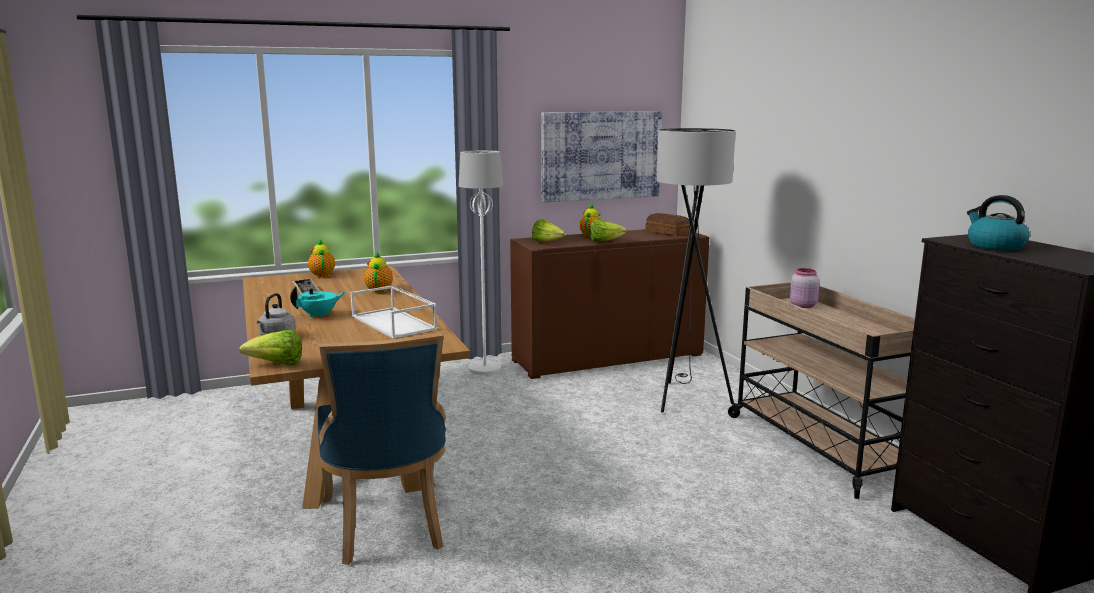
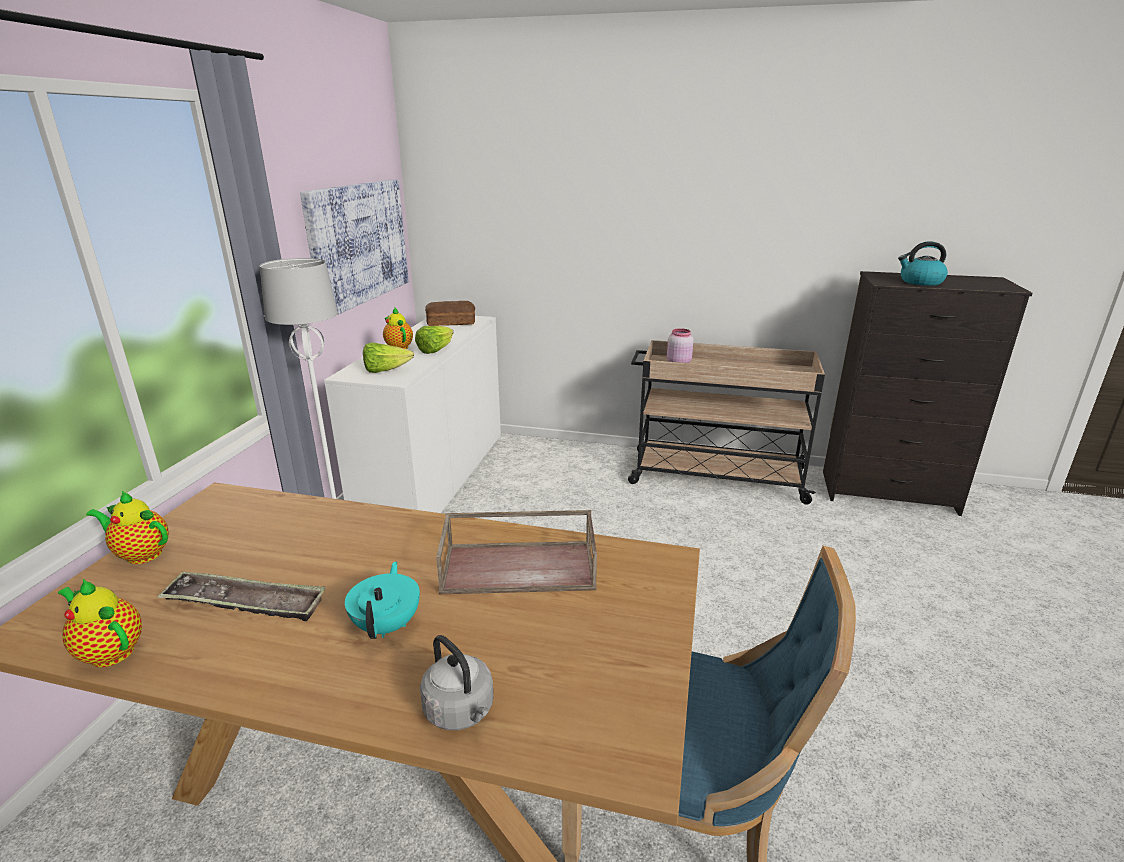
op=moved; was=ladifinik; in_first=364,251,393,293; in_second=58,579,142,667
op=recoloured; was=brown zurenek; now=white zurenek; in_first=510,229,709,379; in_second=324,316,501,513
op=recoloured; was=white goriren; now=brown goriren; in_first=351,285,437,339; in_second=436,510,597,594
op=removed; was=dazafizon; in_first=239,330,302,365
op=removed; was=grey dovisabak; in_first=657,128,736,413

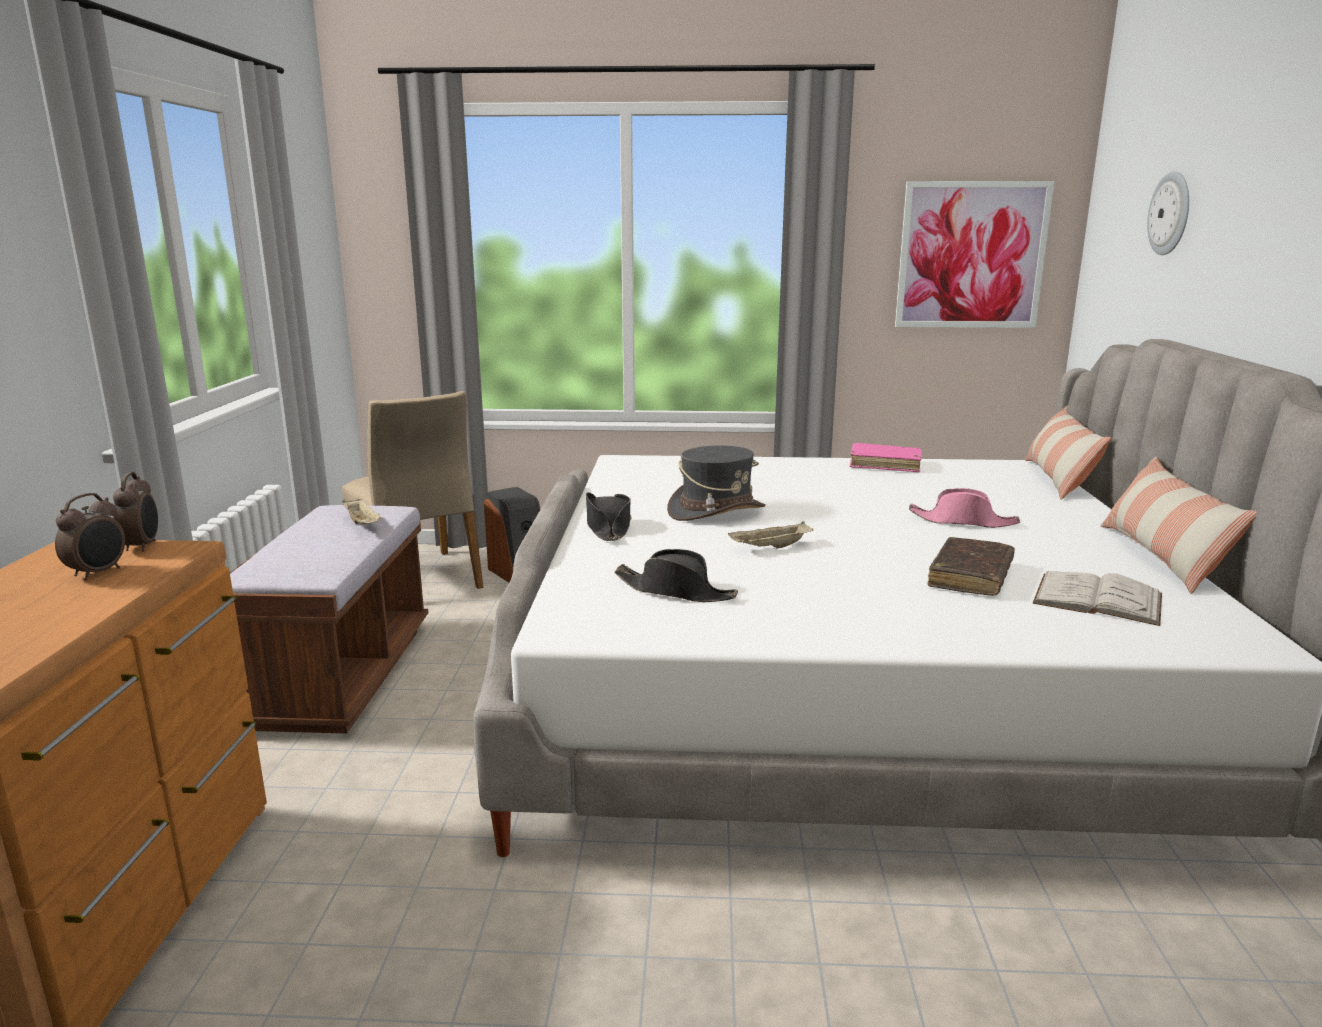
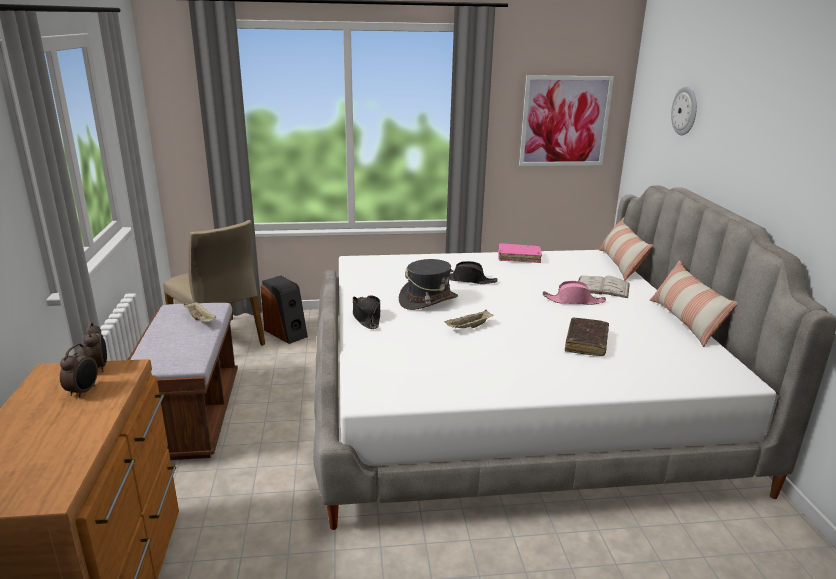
op=moved; was=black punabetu; in_first=614,549,738,602; in_second=449,261,498,284
op=moved; was=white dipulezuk; in_first=1033,571,1162,626; in_second=578,276,630,298

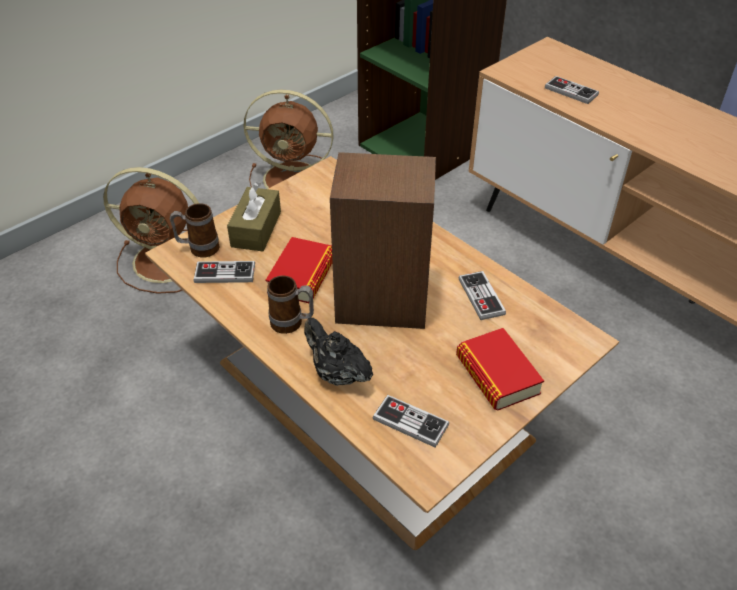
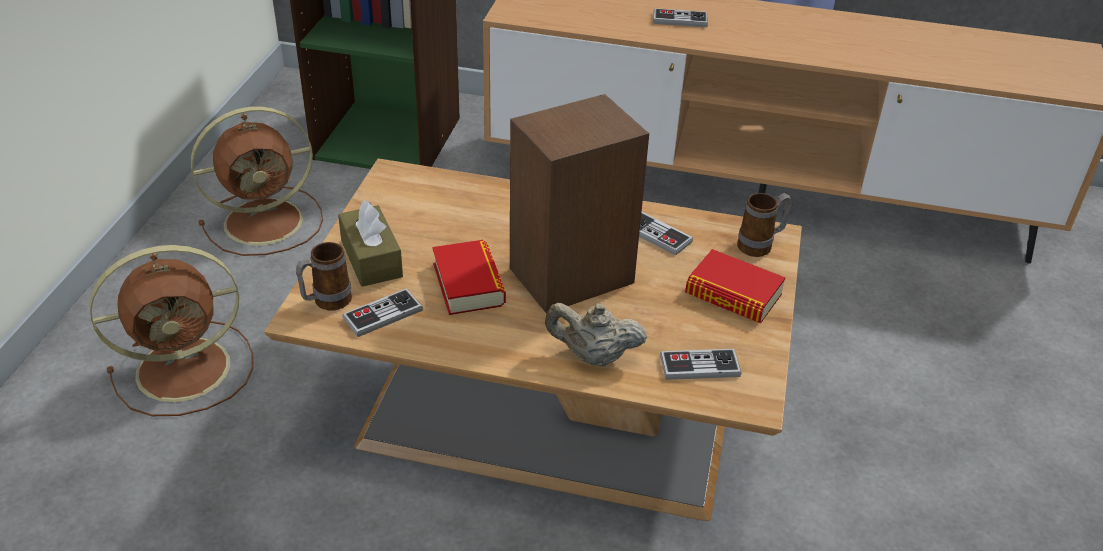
op=recoloured; was=black ladifinik; now=beige ladifinik; in_first=304,318,373,386; in_second=545,303,647,366
op=moved; was=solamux; in_first=545,76,599,104; in_second=653,8,708,27
op=moved; was=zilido; in_first=267,276,314,334; in_second=737,193,792,257

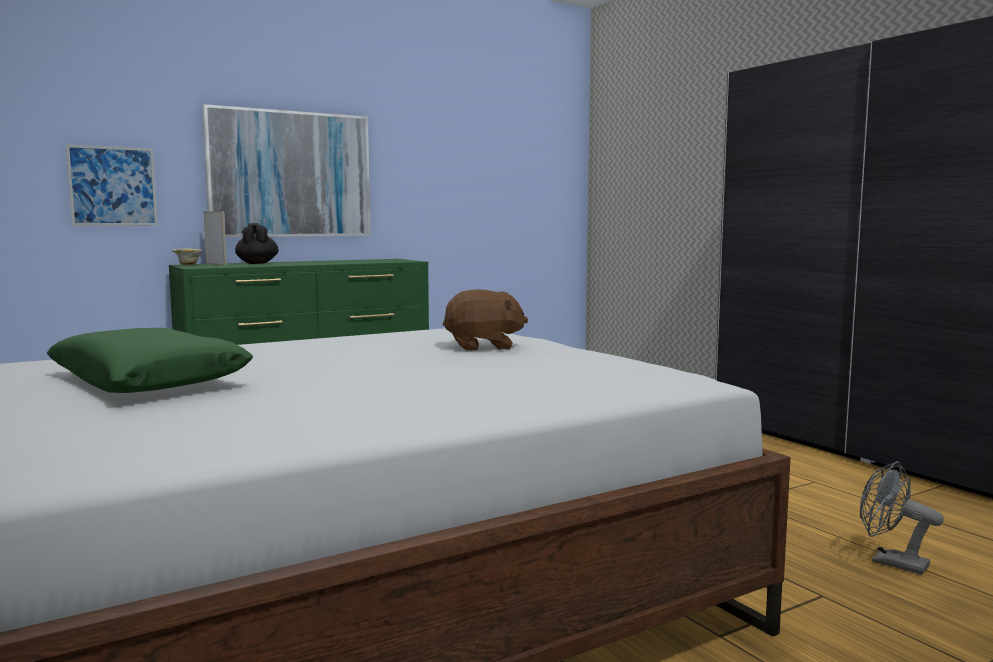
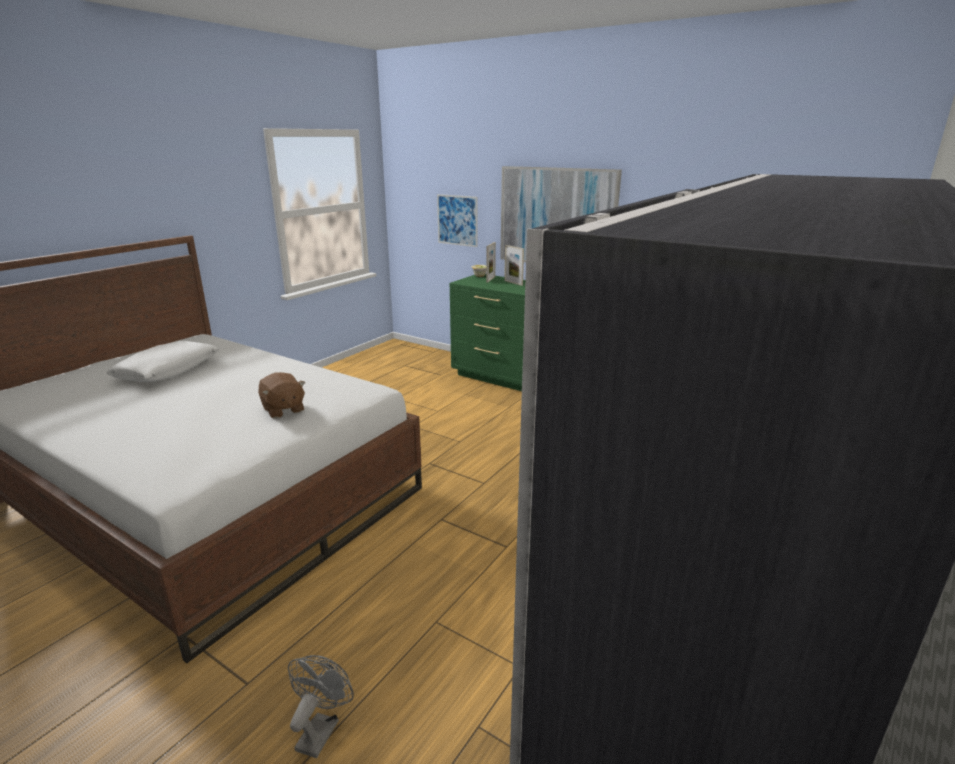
op=recoloured; was=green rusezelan; now=white rusezelan; in_first=47,328,253,393; in_second=107,341,219,382
op=replaced; was=black ladifinik; now=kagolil; in_first=235,223,279,264; in_second=504,245,524,286

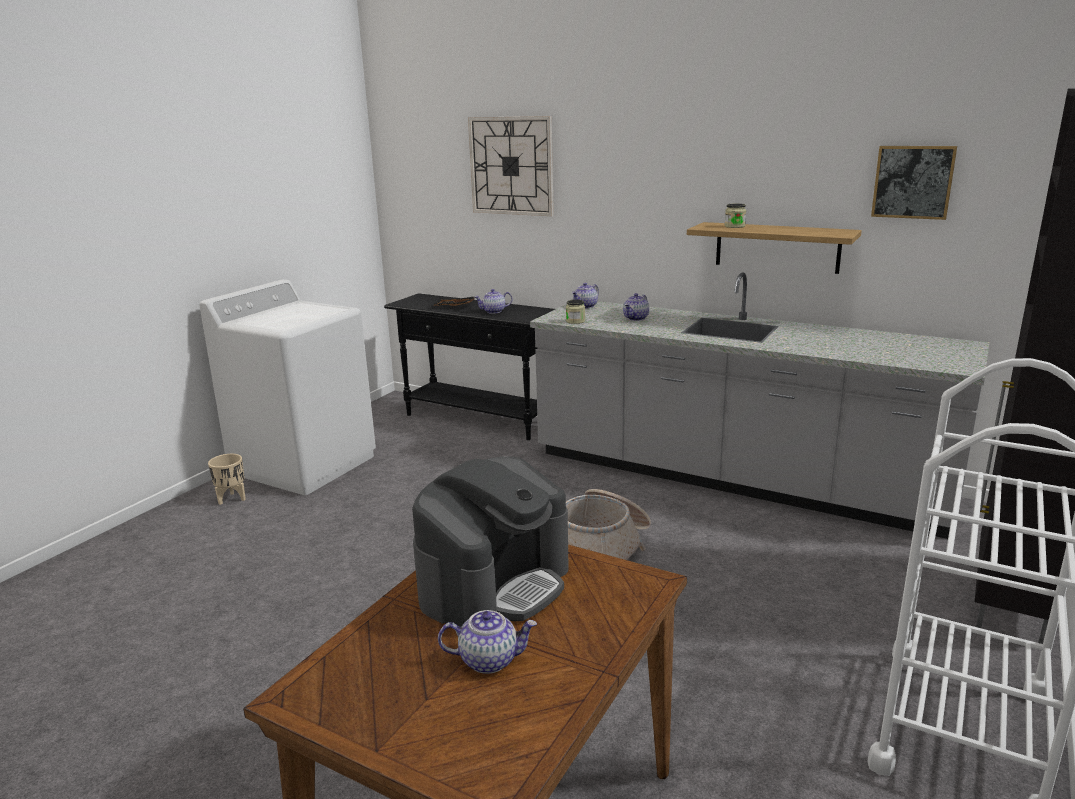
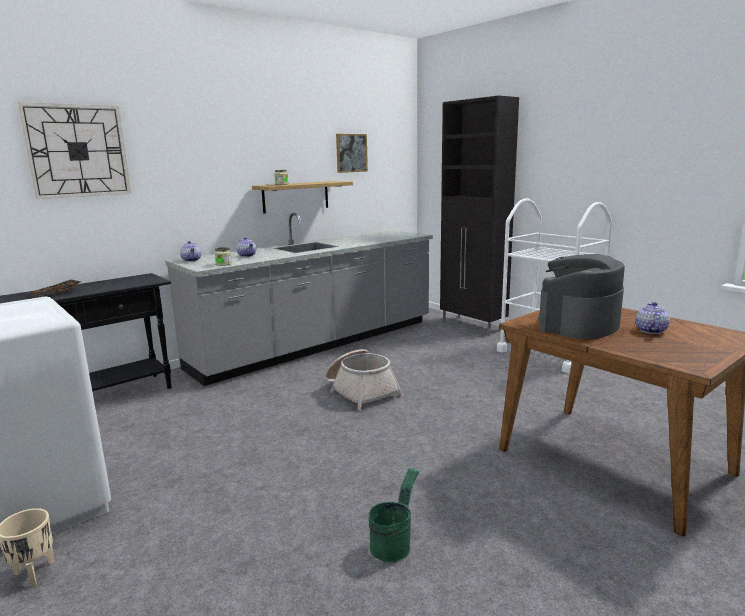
op=added; now=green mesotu; in_second=369,466,419,562
op=turned; was=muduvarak; in_first=412,456,568,627; in_second=538,254,625,339; clockwise=-105
op=removed; was=ladifinik; in_first=475,289,512,314

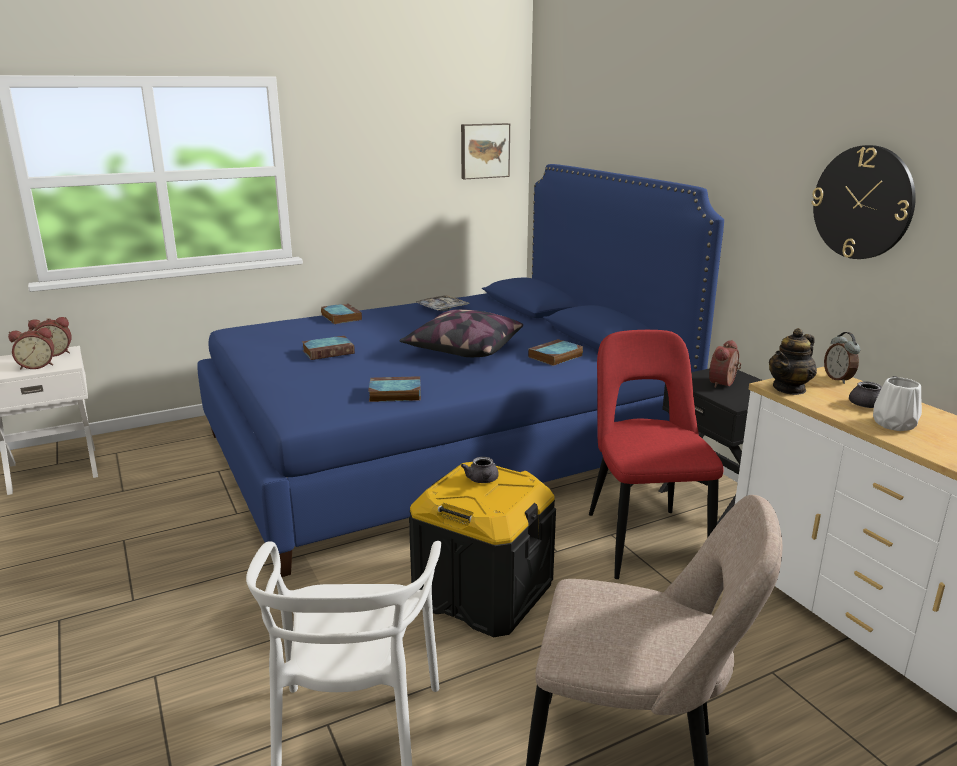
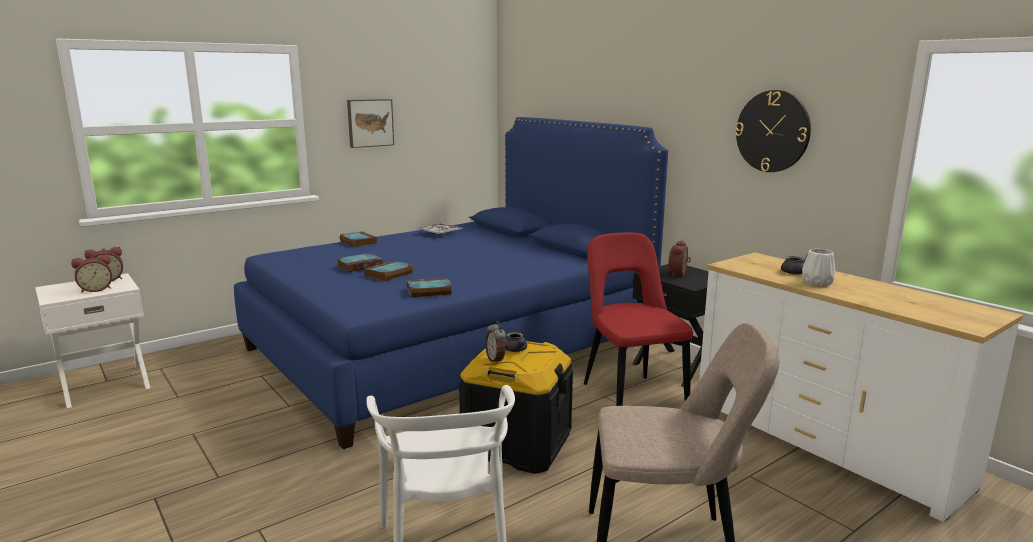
op=moved; was=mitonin; in_first=461,123,510,179; in_second=347,99,394,148
op=moved; was=dipulezuk; in_first=528,339,583,366; in_second=365,260,413,281
op=moved; was=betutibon; in_first=824,332,860,384; in_second=486,321,506,365
op=removed; was=rusezelan; in_first=399,309,523,357
op=removed; was=ladifinik; in_first=769,328,817,395

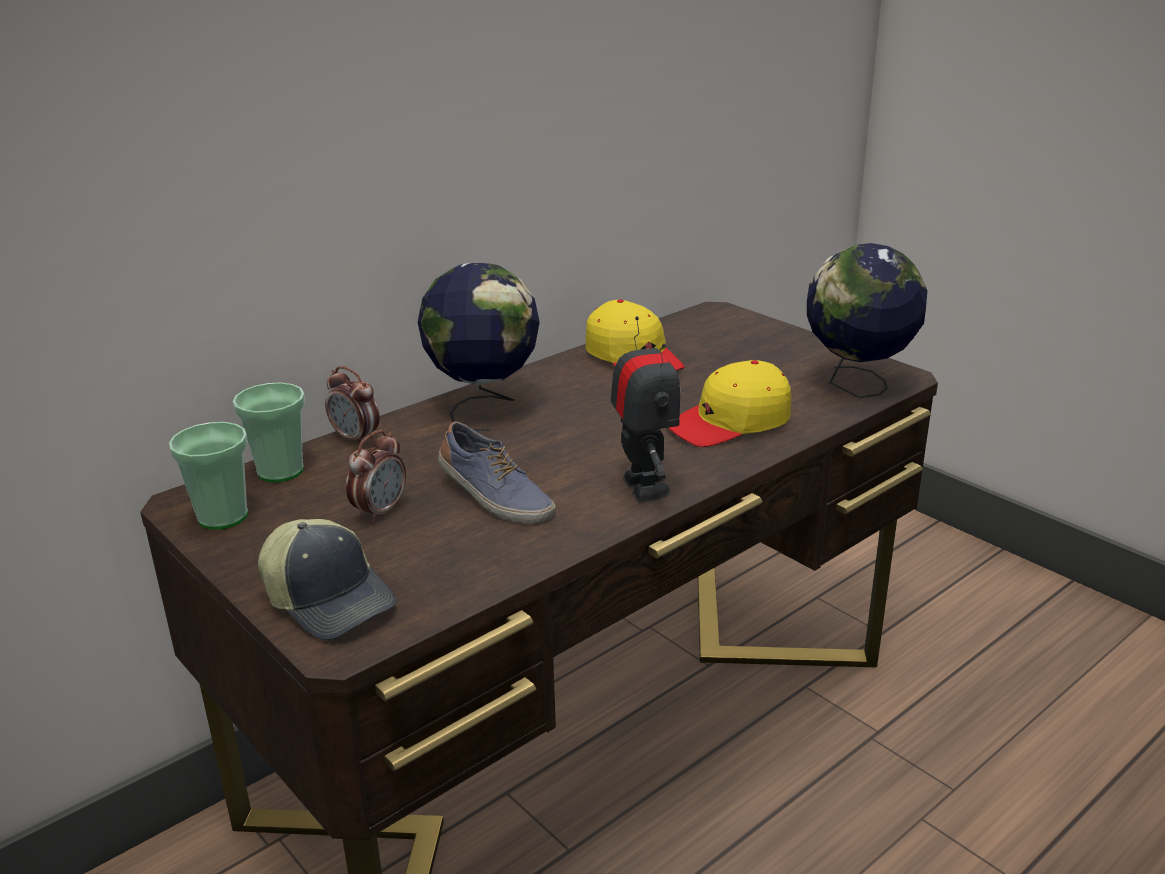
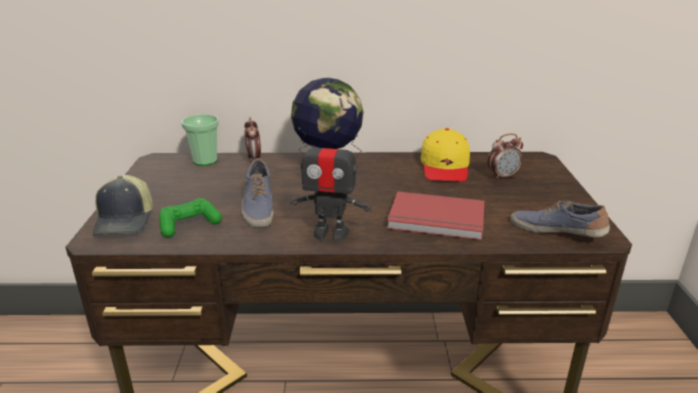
op=added; now=green solamux; in_second=159,198,222,238
op=turned; was=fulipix; in_first=611,316,681,502; in_second=290,127,372,242; clockwise=75
op=replaced; was=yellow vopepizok; now=red dipulezuk; in_first=668,360,791,447; in_second=387,191,484,240
op=moved; was=betutibon; in_first=346,430,406,523; in_second=487,134,523,180
op=replaced; was=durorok; now=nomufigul; in_first=807,243,927,398; in_second=511,201,610,237
op=removed; was=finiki; in_first=169,422,248,530

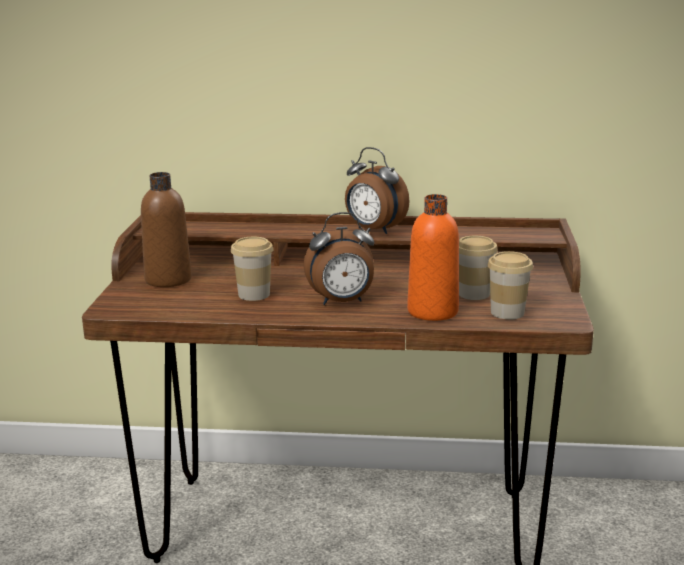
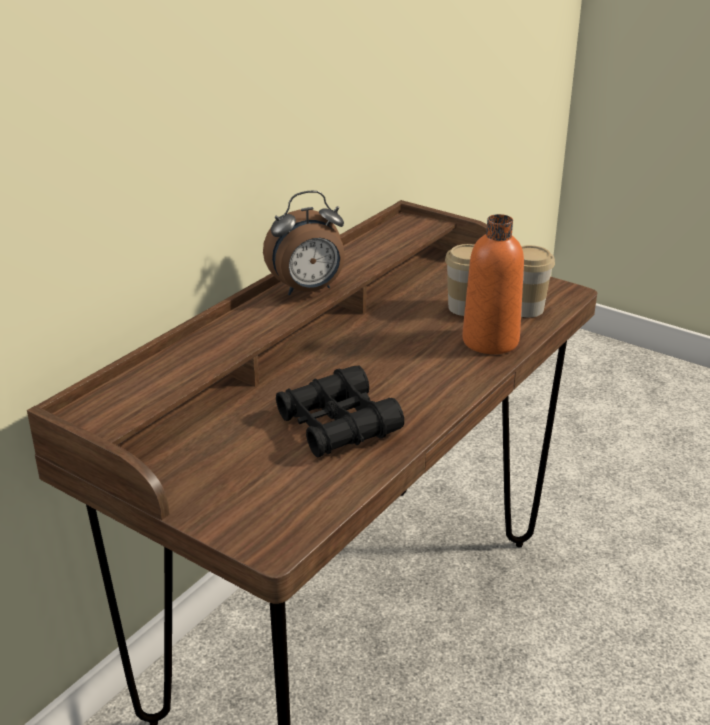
op=replaced; was=finiki; now=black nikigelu; in_first=231,237,273,301; in_second=276,365,404,458
op=removed; was=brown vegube; in_first=141,172,192,287
op=removed; was=betutibon; in_first=303,212,374,305

